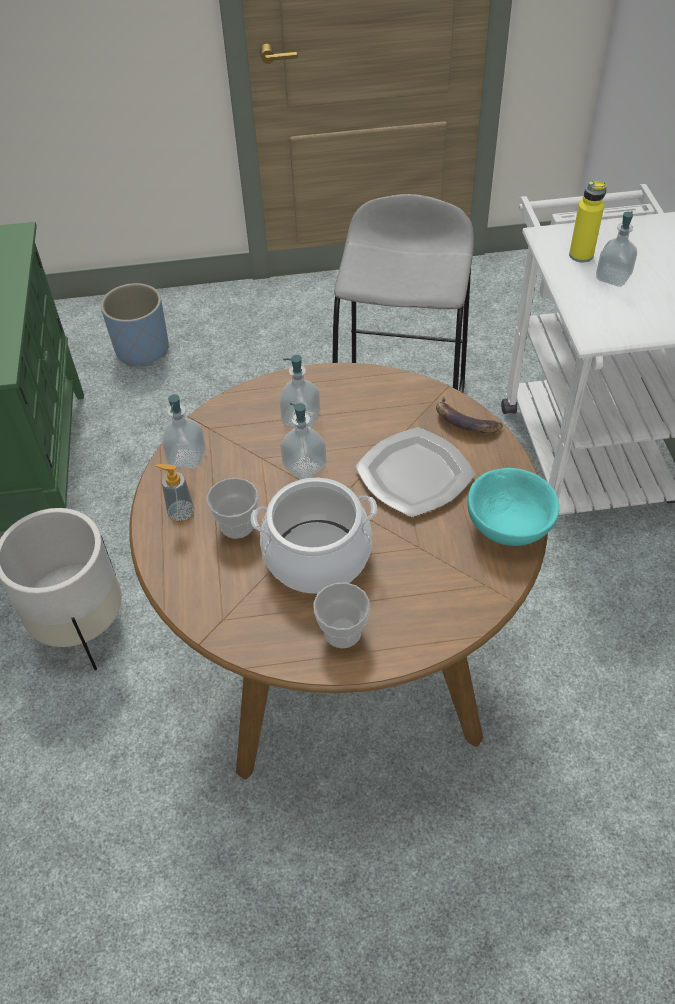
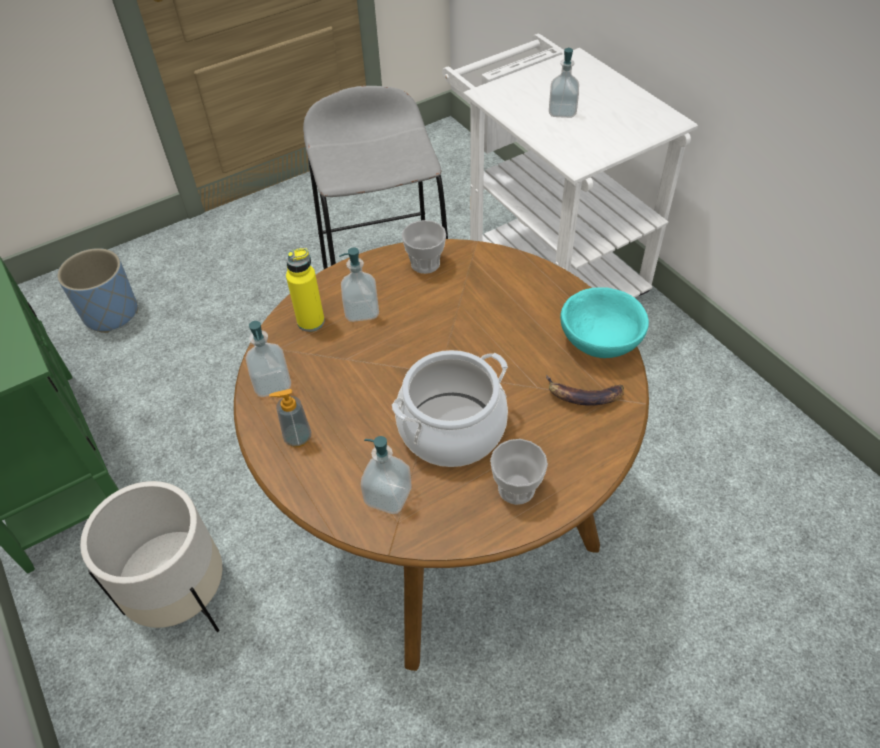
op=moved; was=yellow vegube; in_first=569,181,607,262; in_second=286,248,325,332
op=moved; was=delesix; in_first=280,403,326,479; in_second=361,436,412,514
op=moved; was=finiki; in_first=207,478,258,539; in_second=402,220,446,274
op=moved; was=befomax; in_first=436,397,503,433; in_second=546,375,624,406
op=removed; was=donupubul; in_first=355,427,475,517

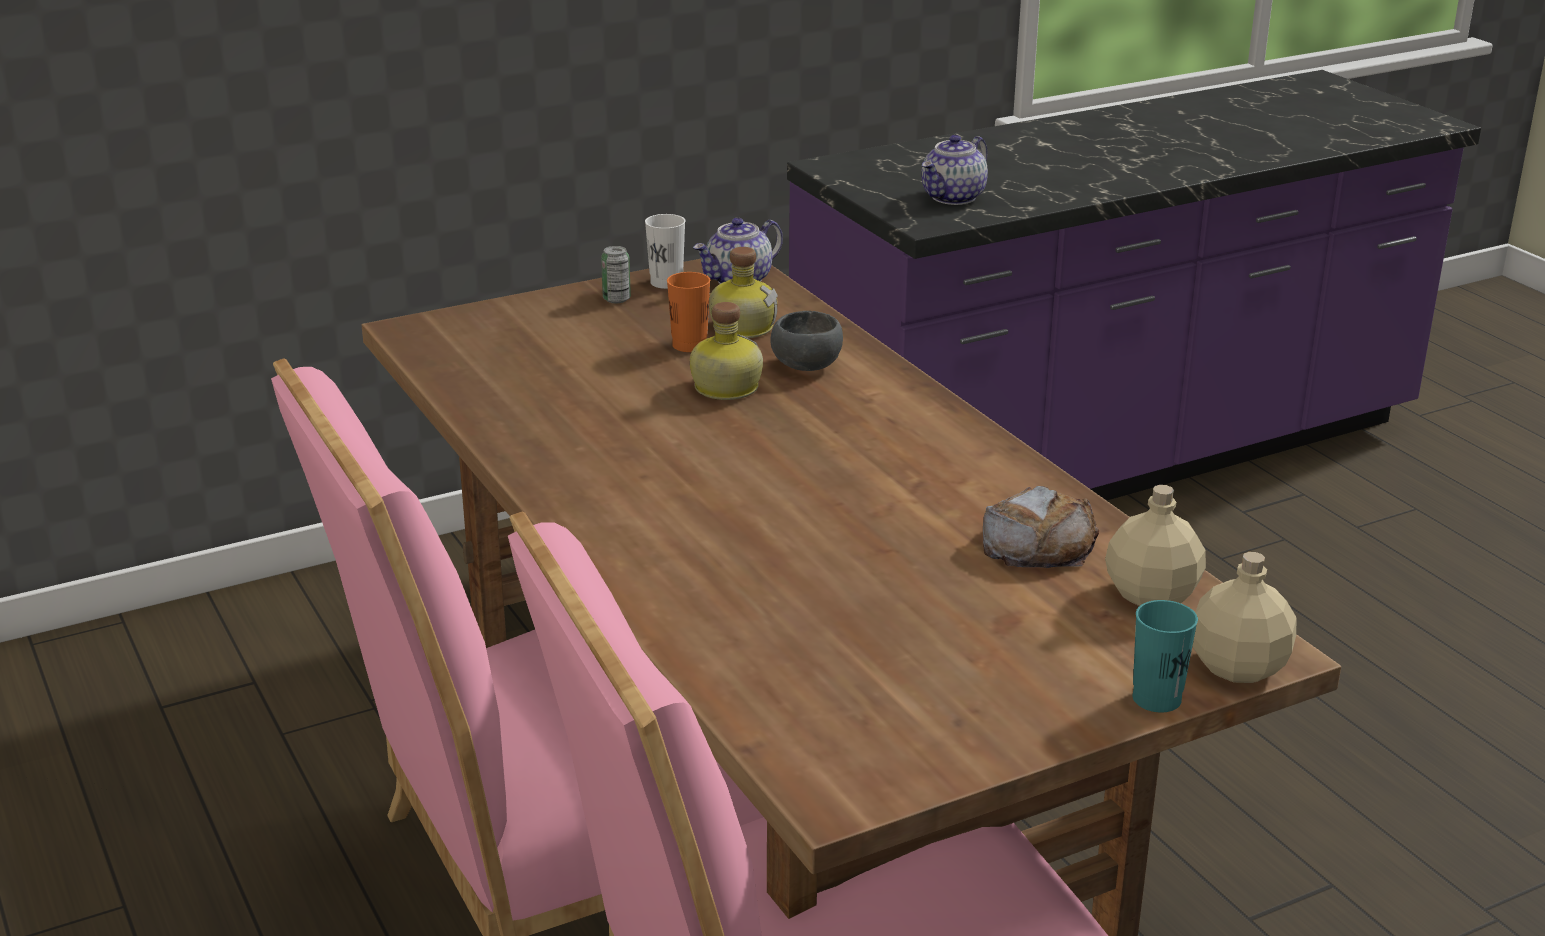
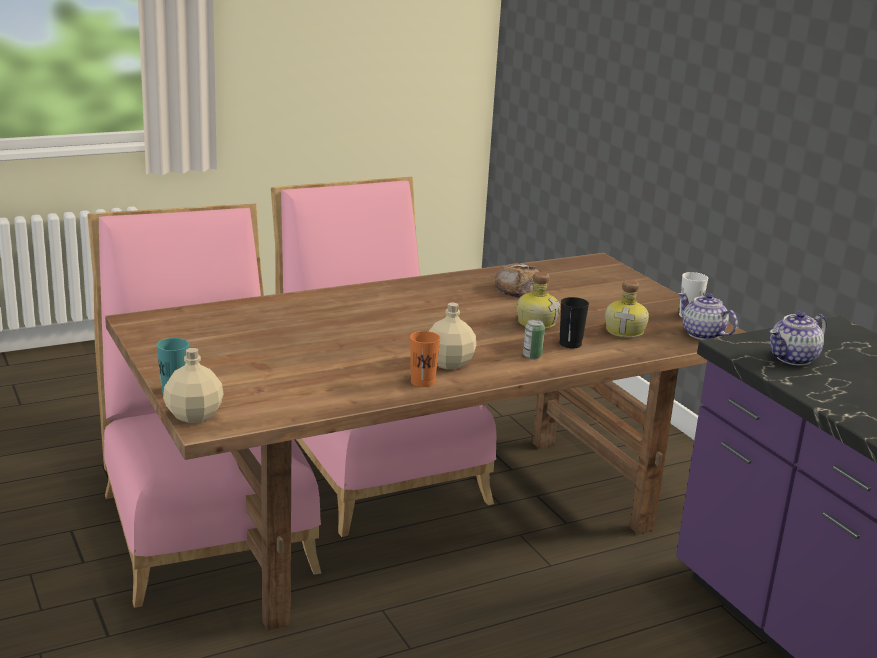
op=moved; was=orange finiki; in_first=667,272,710,352; in_second=410,331,441,387
op=moved; was=beige vegube; in_first=1105,485,1206,606; in_second=429,303,476,369
op=moved; was=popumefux; in_first=983,486,1099,568; in_second=495,263,548,298
op=moved; was=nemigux; in_first=601,246,631,303; in_second=523,319,545,359
op=replaced; was=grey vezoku; now=black finiki; in_first=770,311,843,371; in_second=559,297,589,349
op=turned; was=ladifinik; in_first=921,135,988,205; in_second=770,311,827,366; clockwise=-75

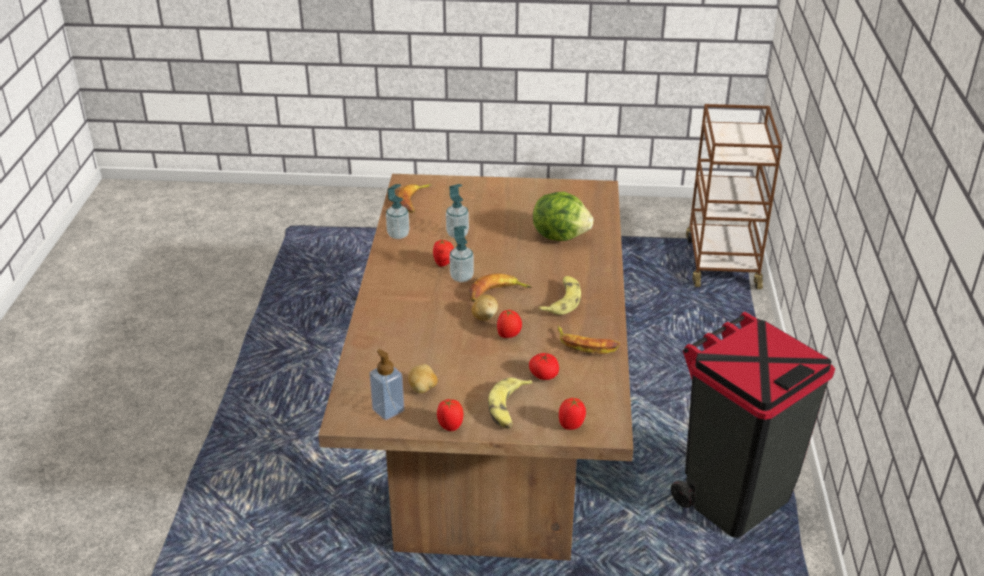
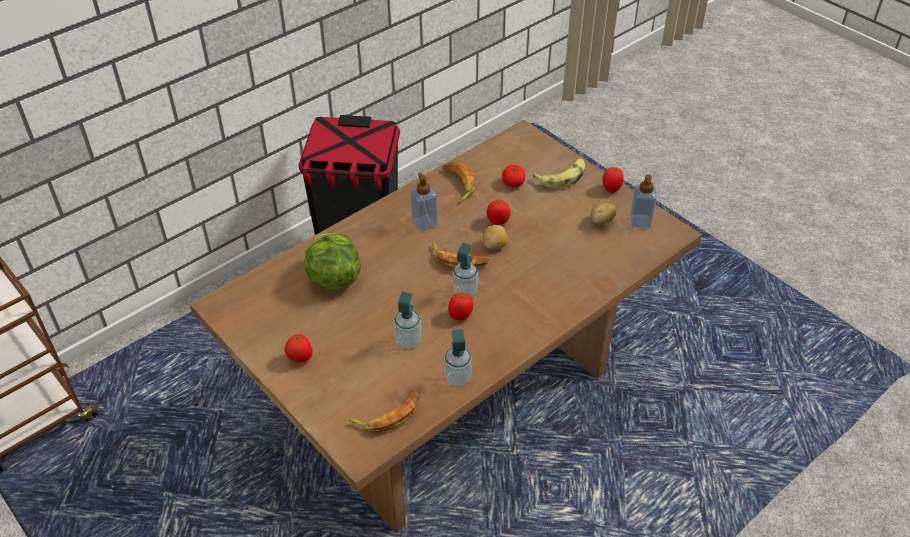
op=moved; was=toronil; in_first=559,398,586,430; in_second=284,334,312,362
op=replaced; was=befomax; now=delesix; in_first=538,276,581,315; in_second=410,173,437,231

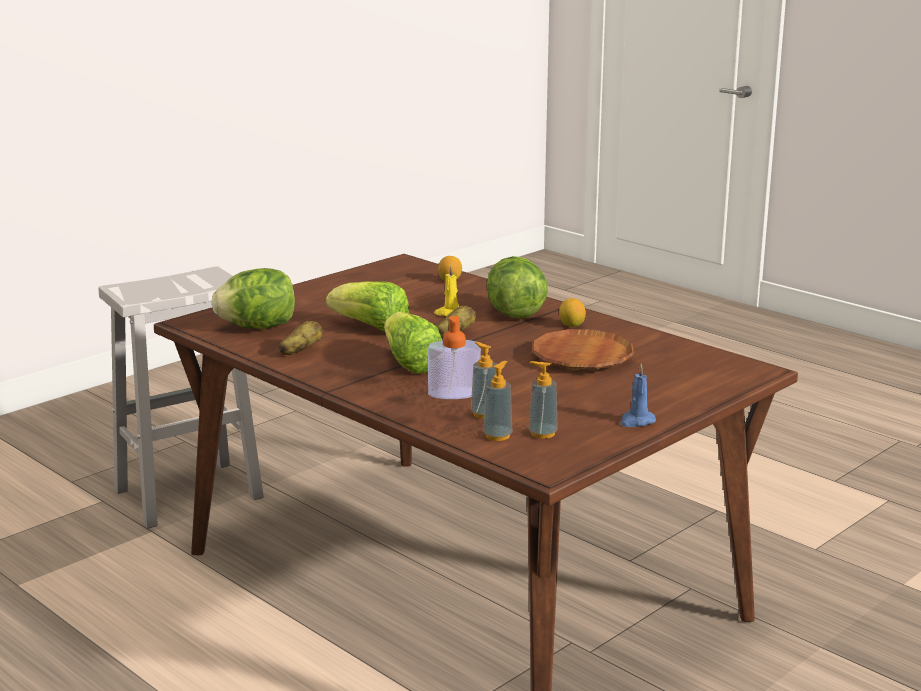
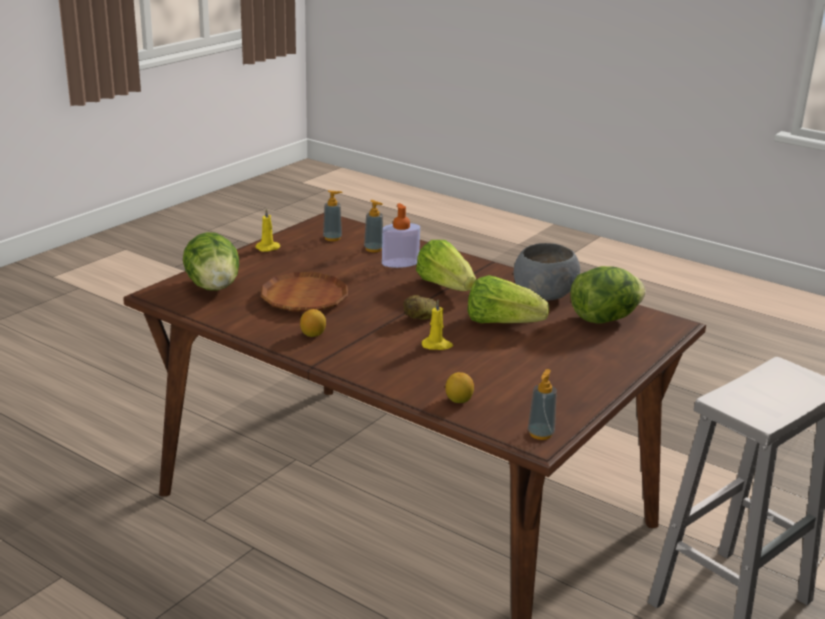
op=moved; was=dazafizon; in_first=487,256,548,319; in_second=183,232,239,291
op=recoloured; was=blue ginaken; now=yellow ginaken; in_first=620,364,656,427; in_second=256,208,280,252
op=replaced; was=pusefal; now=grey vezoku; in_first=279,321,323,355; in_second=514,243,580,301
op=moved; was=delesix; in_first=483,361,512,441; in_second=528,369,557,440

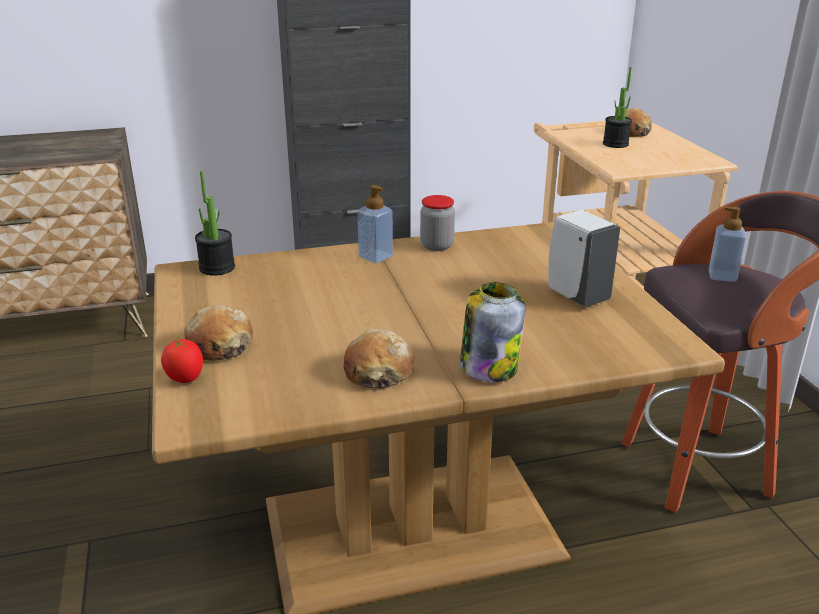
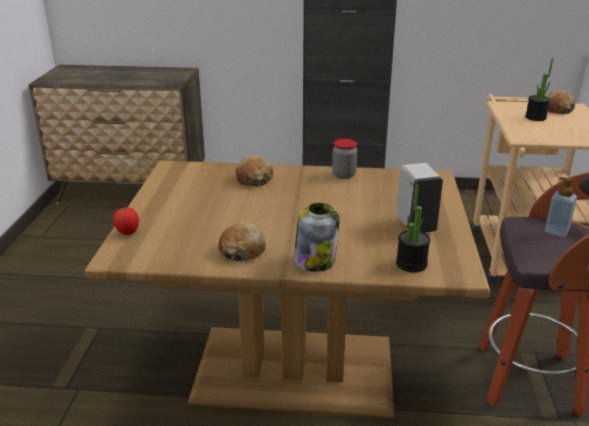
op=moved; was=popumefux; in_first=184,305,253,361; in_second=236,156,273,186
op=moved; was=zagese; in_first=195,171,235,276; in_second=396,185,430,273
op=removed; was=delesix; in_first=357,185,393,263

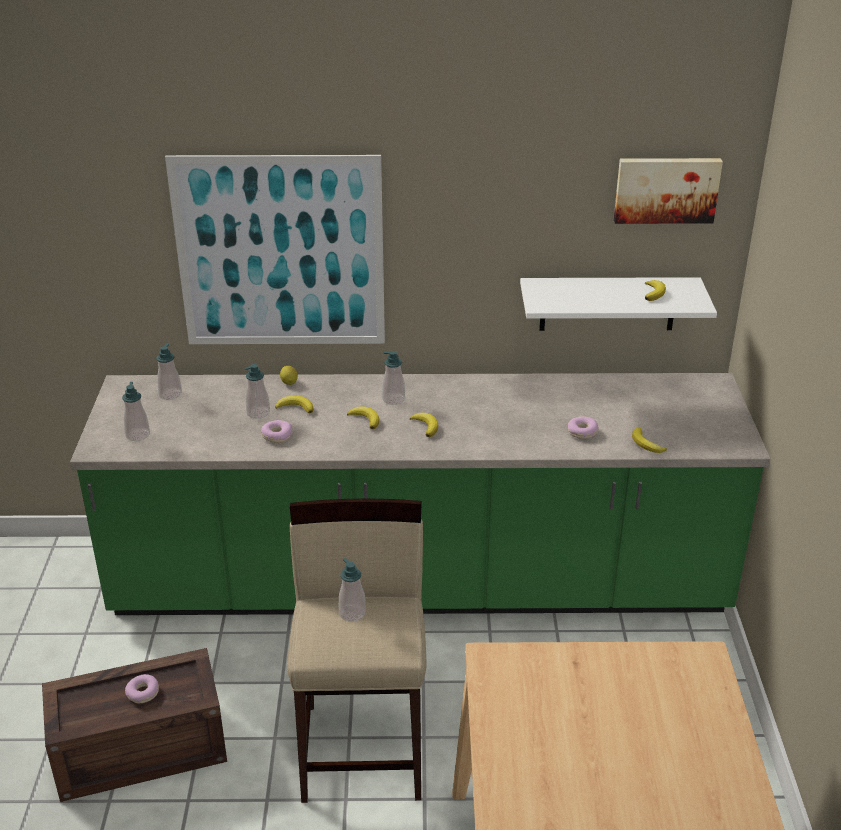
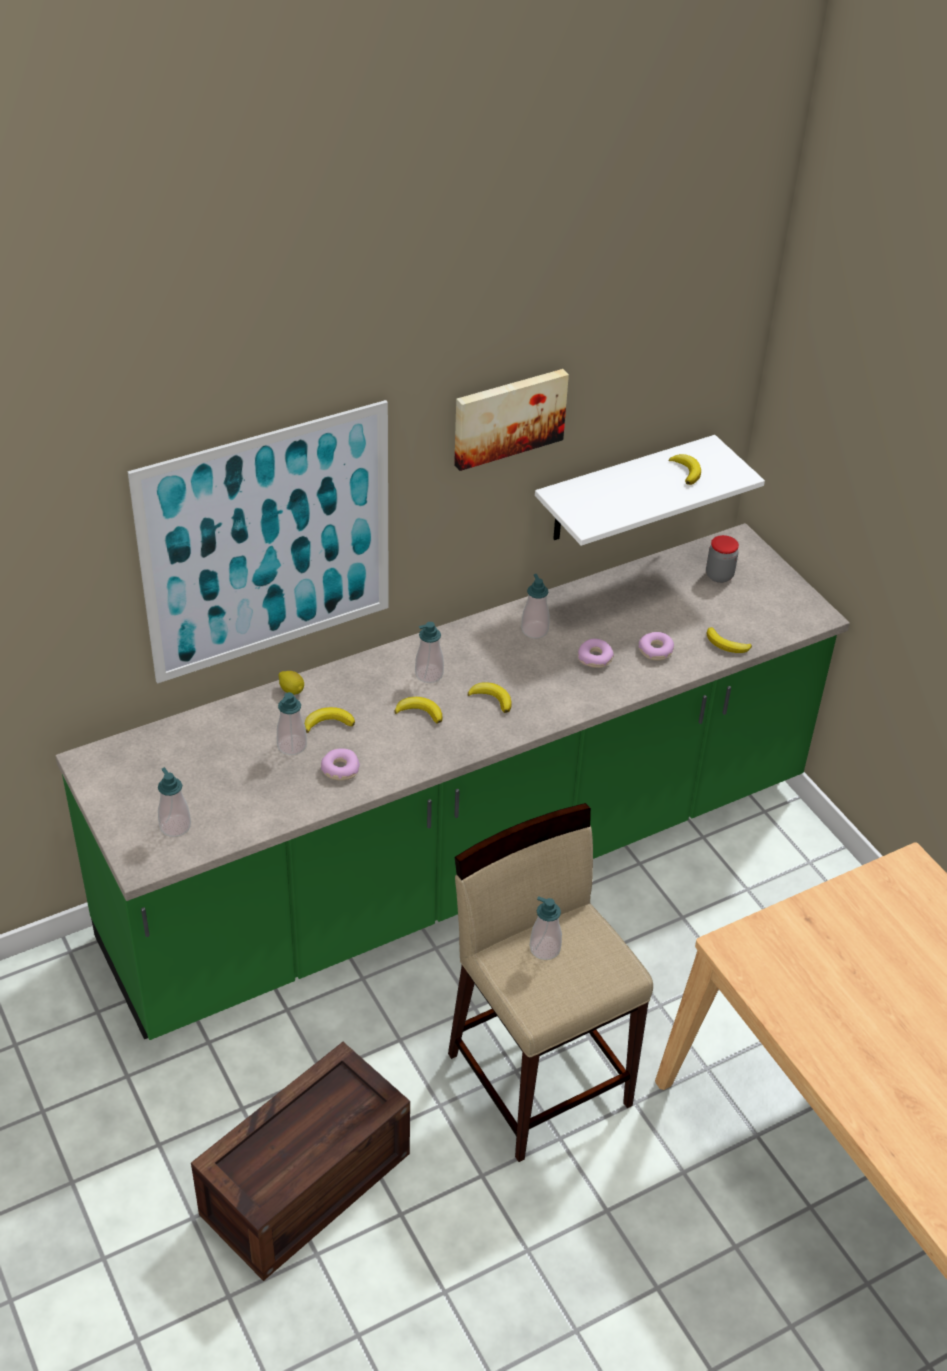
op=moved; was=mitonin; in_first=614,158,723,224; in_second=454,369,569,471
op=moved; was=delesix; in_first=156,343,182,400; in_second=521,574,549,639
op=moved; was=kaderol; in_first=125,674,159,703; in_second=578,639,614,668
op=added; now=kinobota; in_second=706,535,739,583

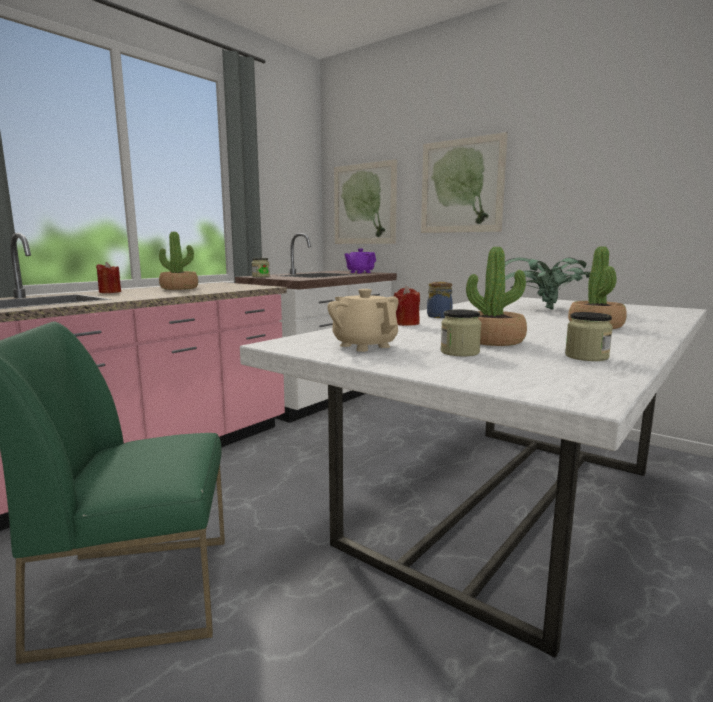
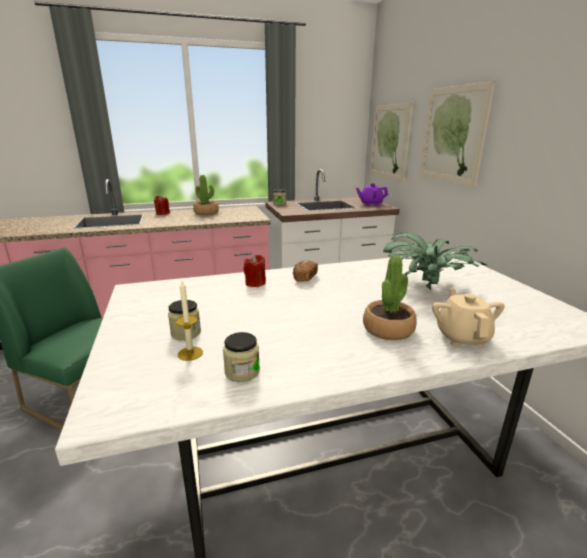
op=added; now=ginaken; in_second=175,281,203,361
op=replaced; was=kinobota; now=popumefux; in_first=427,282,453,318; in_second=293,260,318,282
op=moved; was=beige ladifinik; in_first=328,289,399,352; in_second=432,288,505,347
op=removed; was=zagese; in_first=466,247,527,346

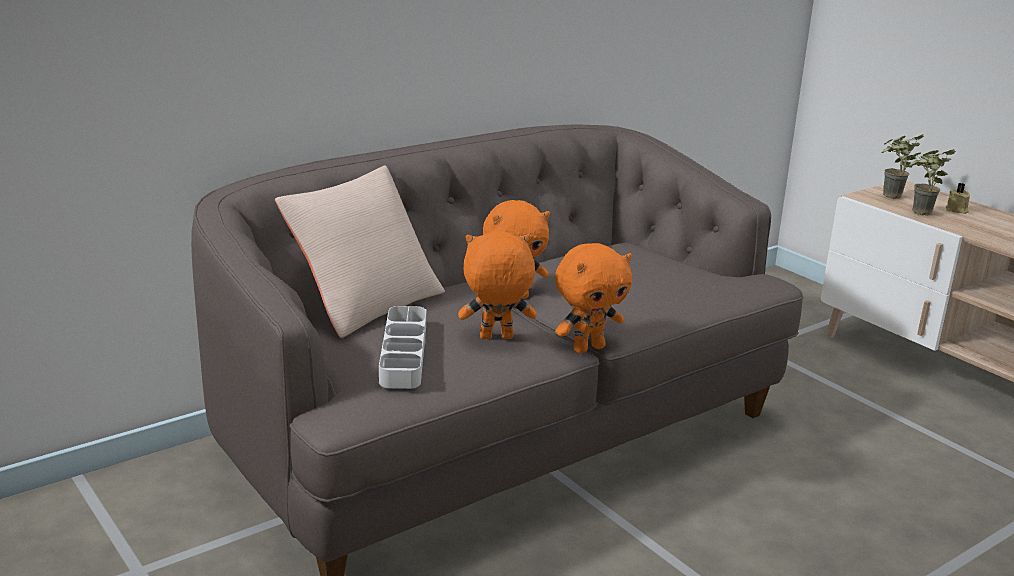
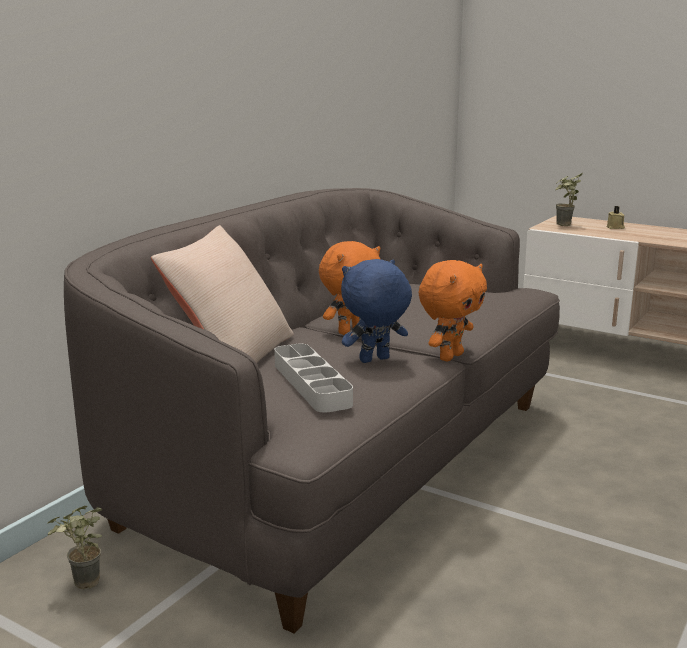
op=moved; was=zagese; in_first=909,149,956,215; in_second=47,506,102,589
op=recoloured; was=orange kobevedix; now=blue kobevedix; in_first=458,232,536,339; in_second=341,259,412,363

